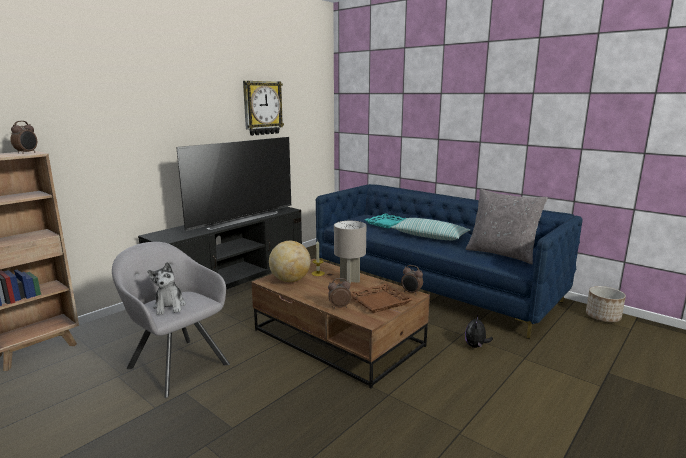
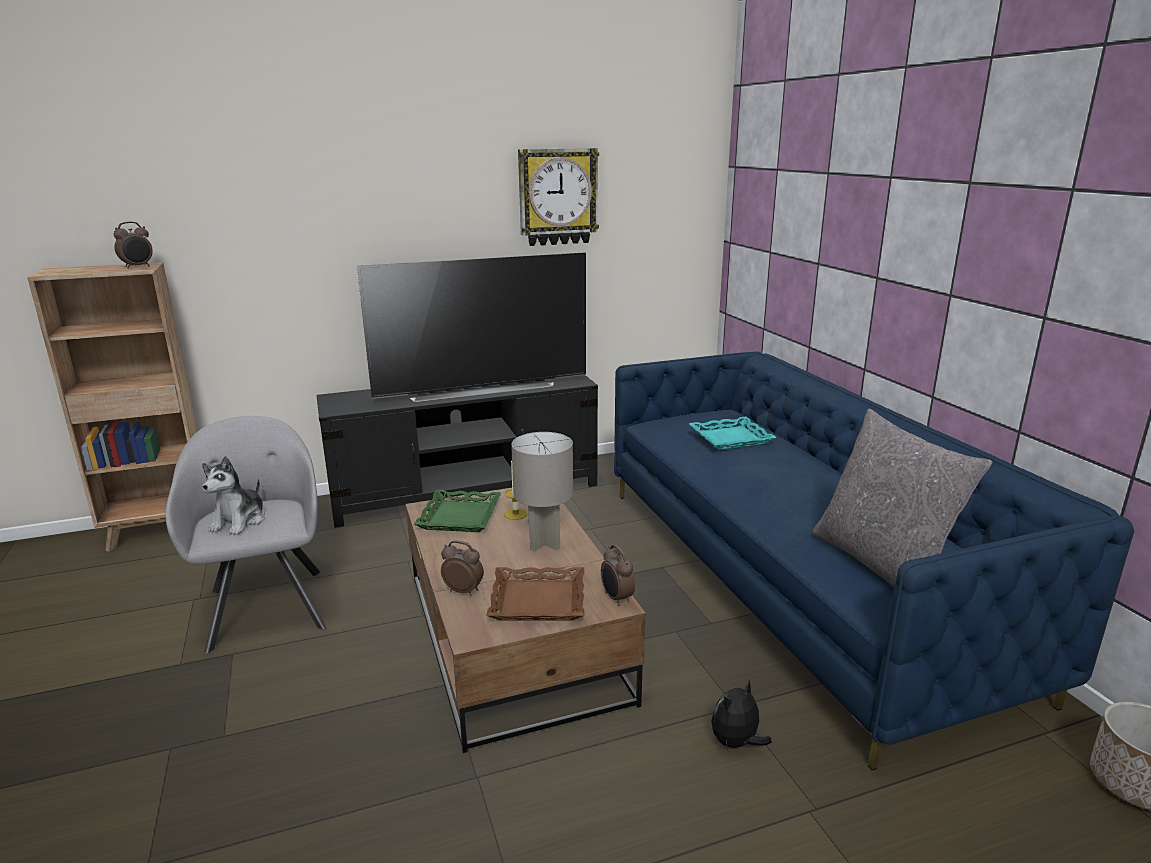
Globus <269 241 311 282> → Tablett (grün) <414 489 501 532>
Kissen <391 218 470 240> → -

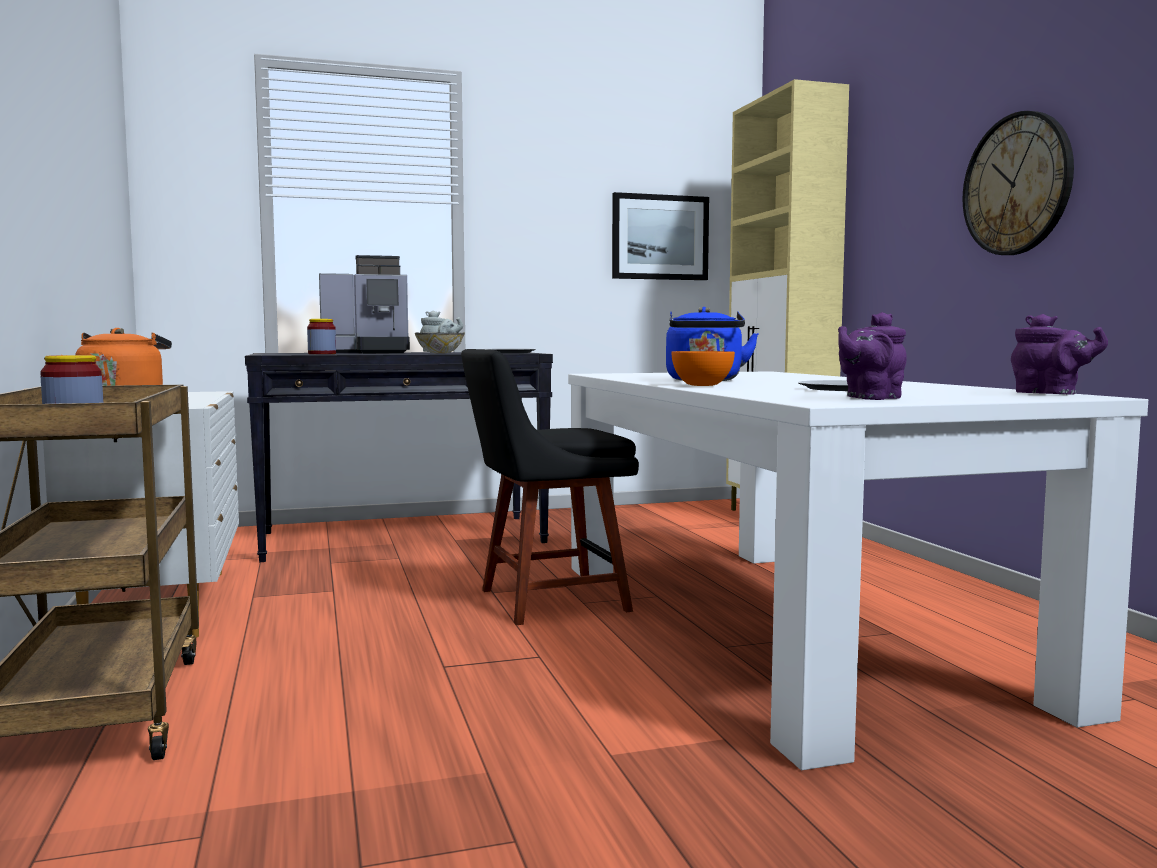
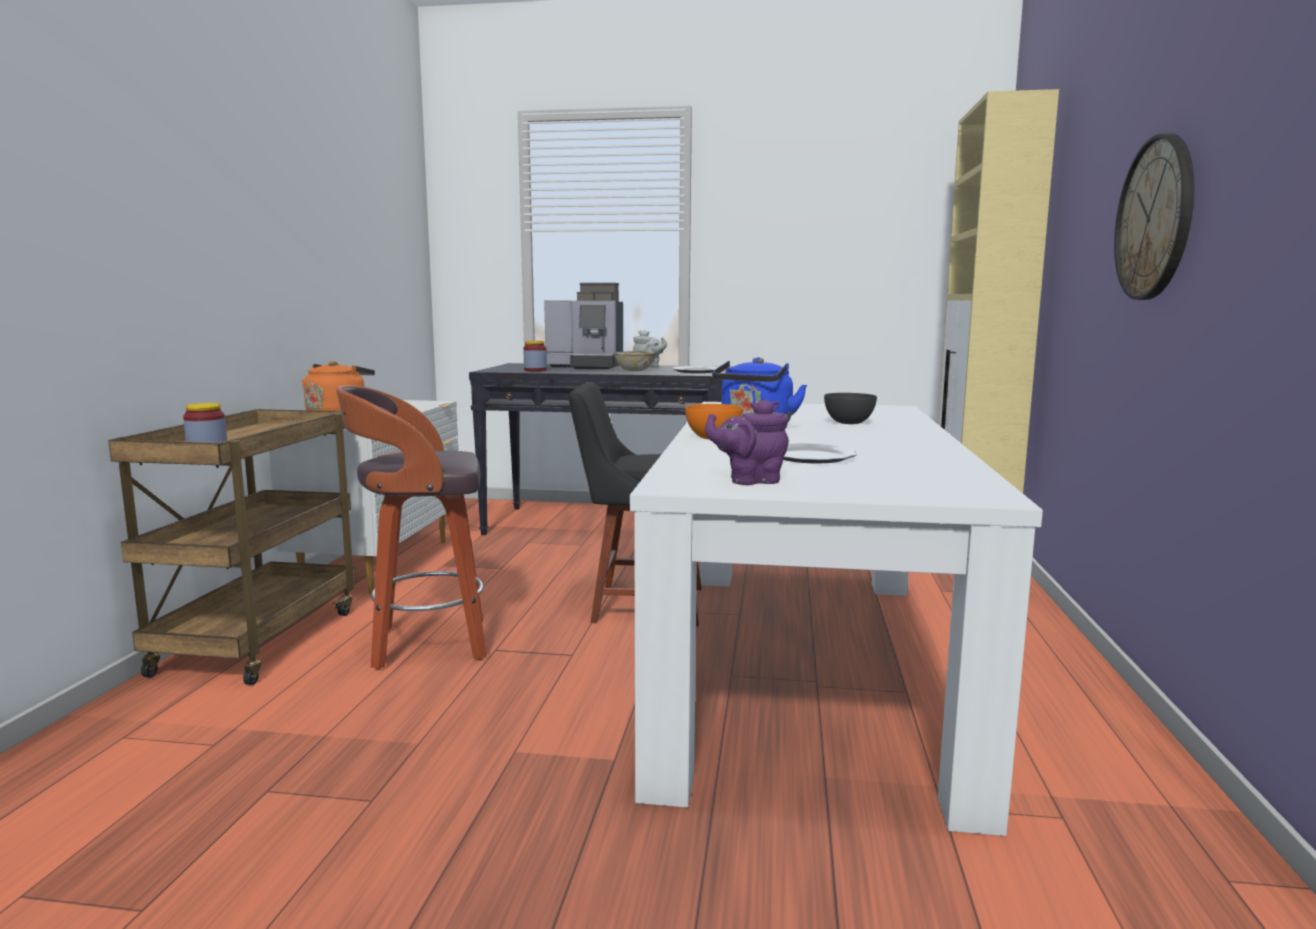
Bild <612 192 709 280> → -
Teekanne (lila) <1011 314 1108 394> → -
- → Hocker <336 385 487 670>
- → Schüssel (grau) <824 393 877 424>

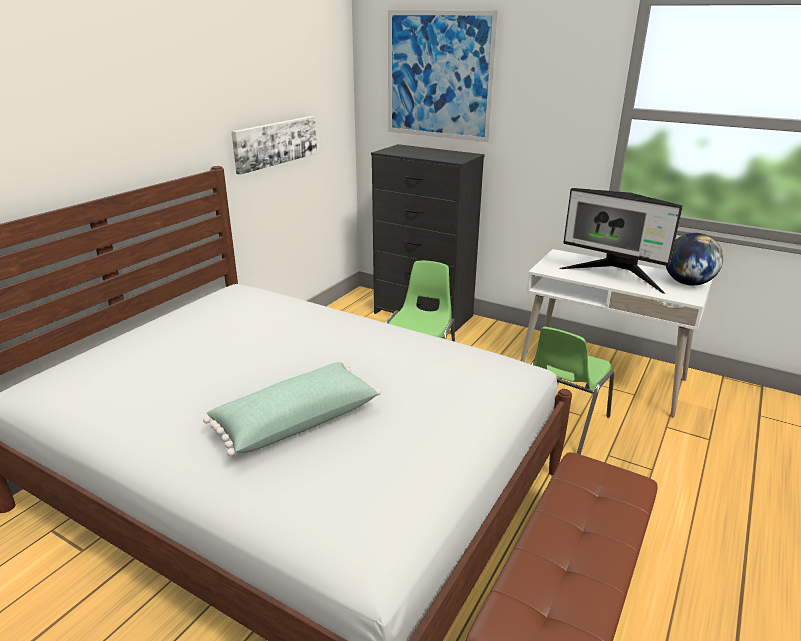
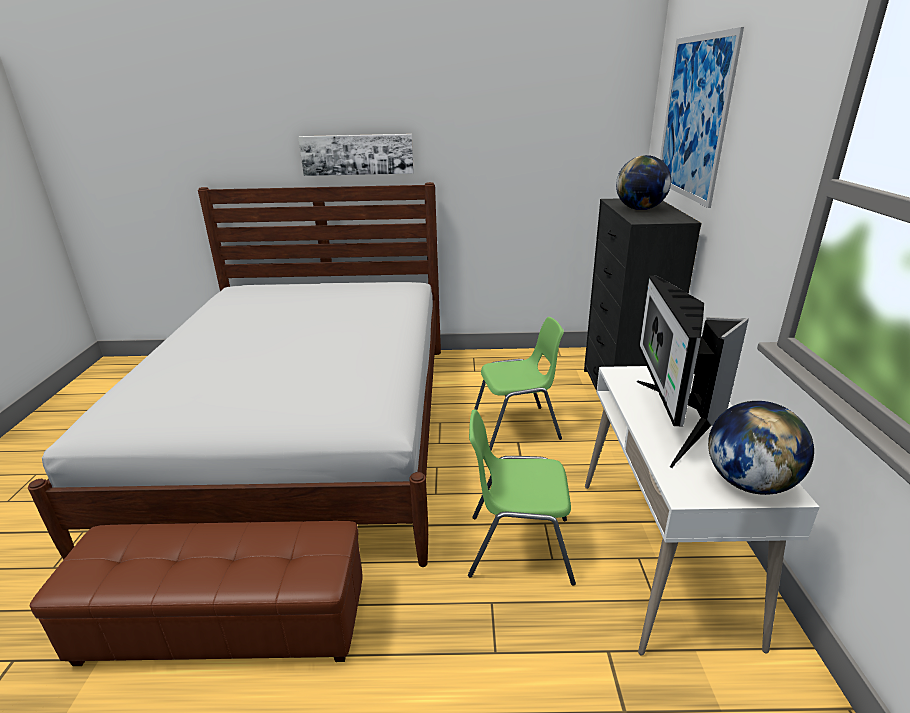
Kissen (grün) <203 362 381 456> → -
Bild <231 116 317 175> → Bild <298 134 414 176>, move
- → Globus <616 155 671 210>

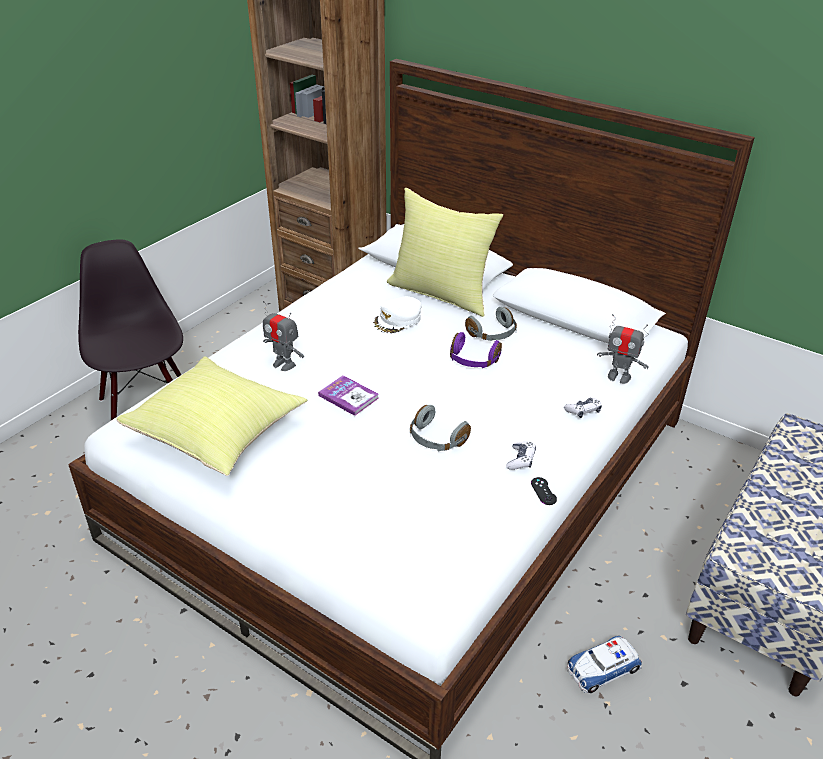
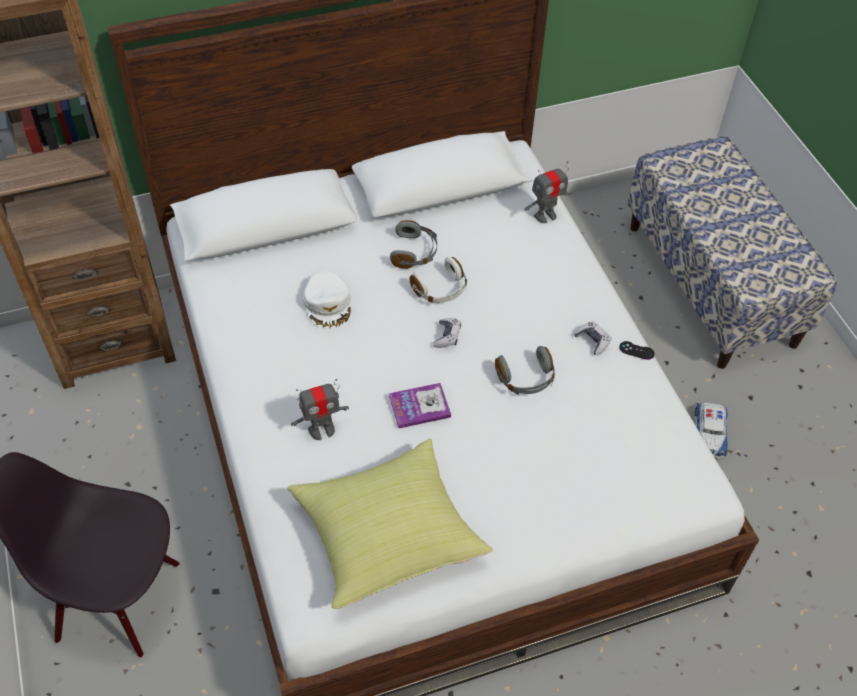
Kissen (gelb) <387 188 503 317> → -
Kopfhörer (lila) <450 332 502 368> → Kopfhörer (weiß) <410 257 467 304>
Gamepad <564 398 602 418> → Gamepad <433 318 461 348>, move

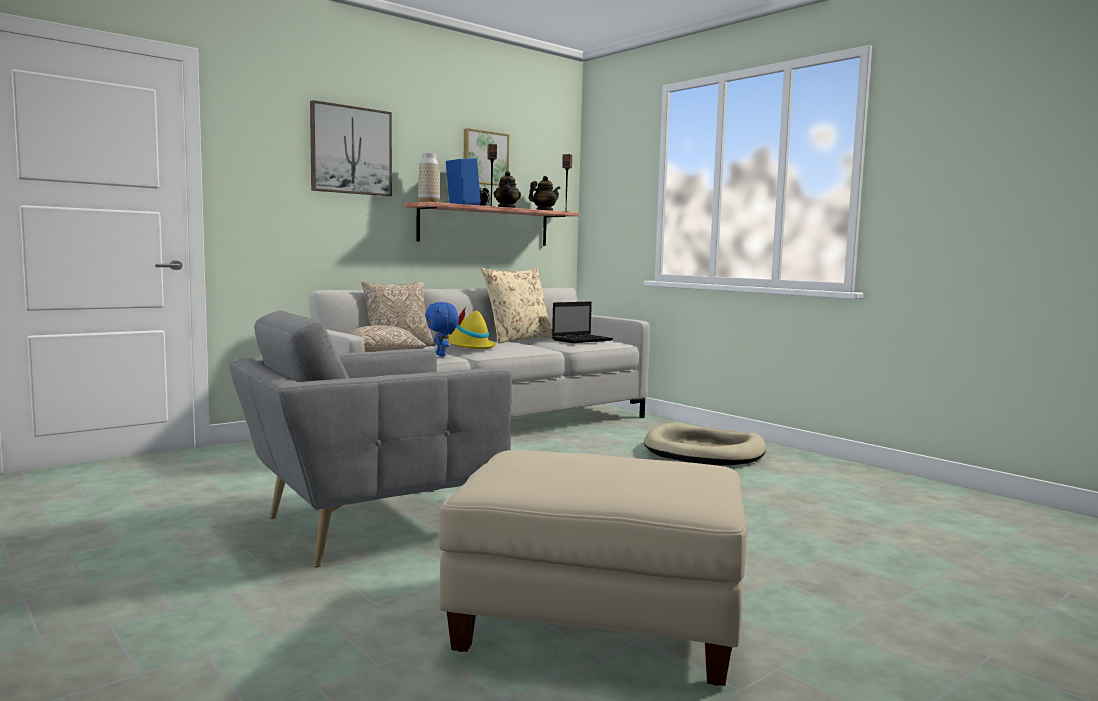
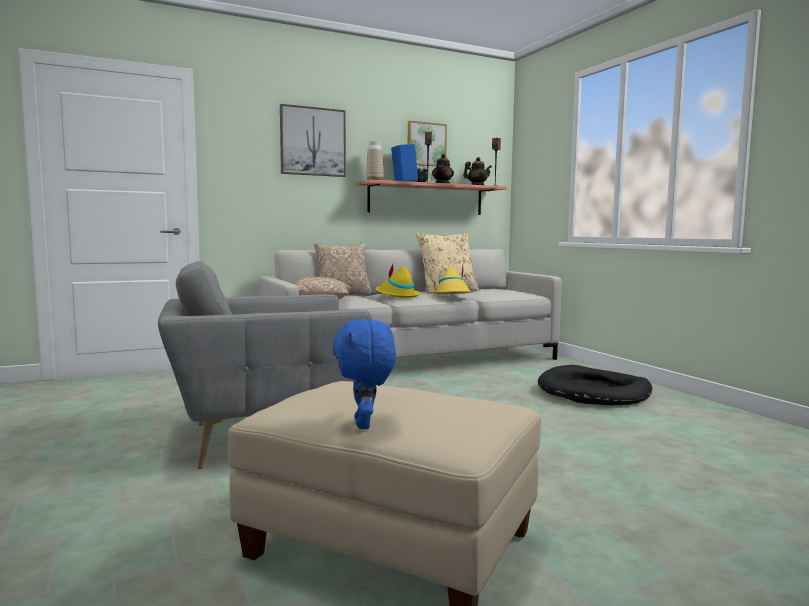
Plüschtier (blau) <425 302 459 357> → Plüschtier (blau) <333 319 396 429>, move
Laptop <552 301 613 343> → -
Hundebett (beige) <644 423 766 465> → Hundebett (schwarz) <538 365 652 405>
- → Hut (gelb) <431 266 473 294>

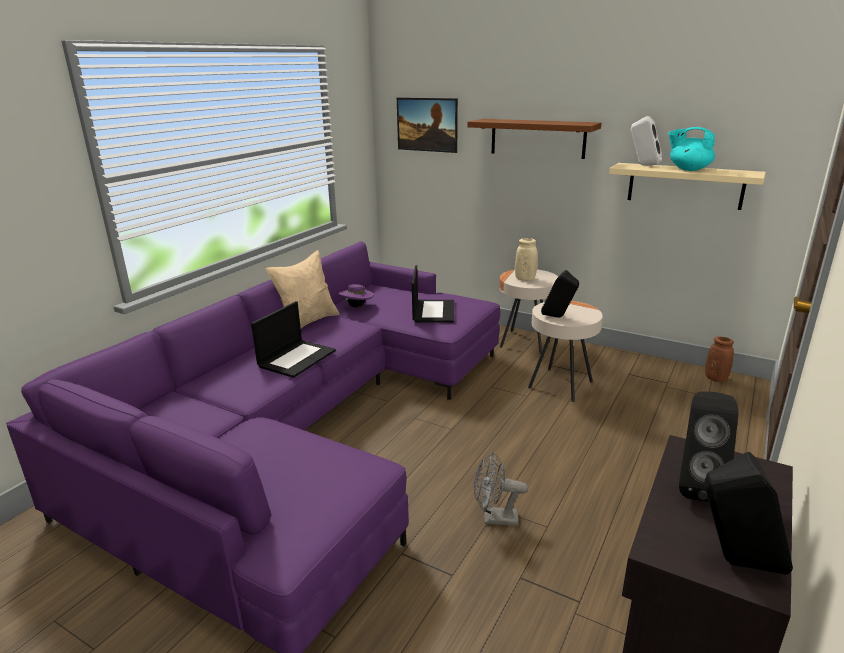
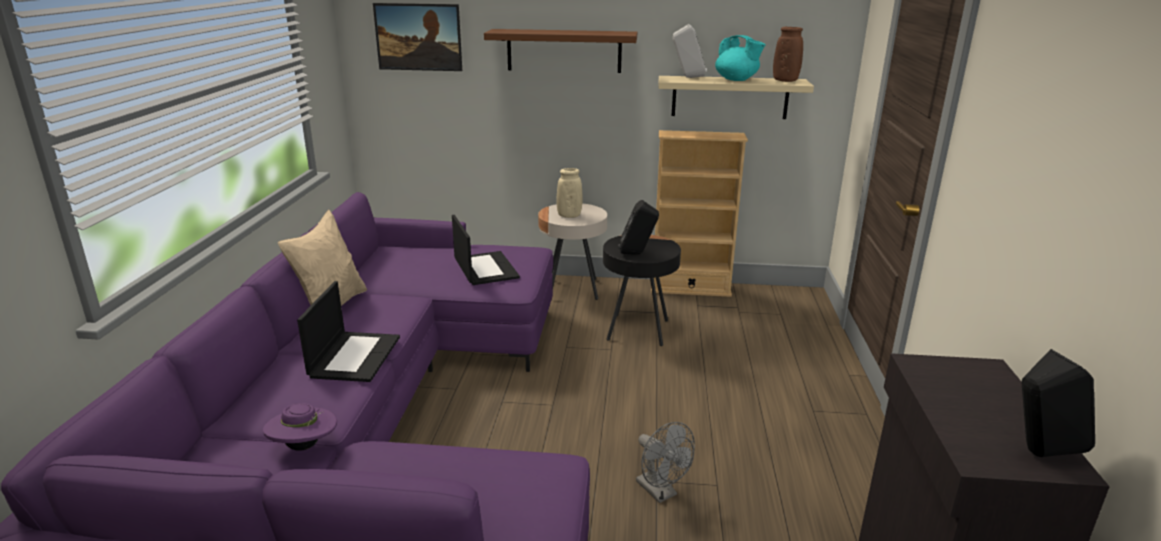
Hut (lila) <339 284 374 308> → Hut (lila) <263 403 337 451>, move
Ventilator (grau) <474 452 528 526> → Ventilator (grau) <636 422 695 503>, 105 degrees counterclockwise
Beistelltisch (beige) <528 301 603 402> → Beistelltisch (schwarz) <603 235 681 346>
Teekanne (türkis) <668 127 715 171> → Teekanne (türkis) <715 35 766 81>, 135 degrees counterclockwise
Lautsprecher (schwarz) <679 391 738 502> → -
Vase (braun) <705 336 734 382> → Vase (braun) <773 27 803 82>, move
- → Bücherregal (beige) <651 130 748 297>

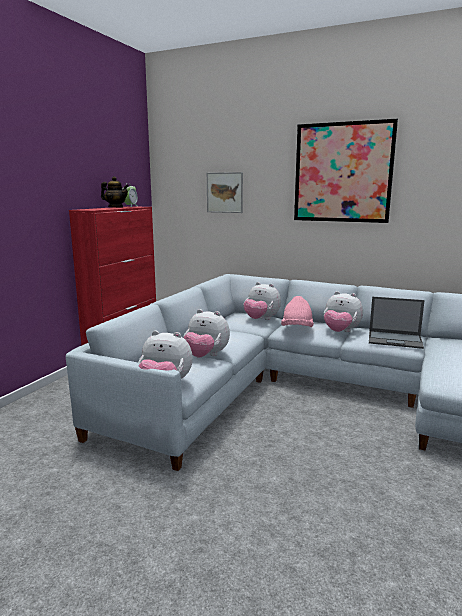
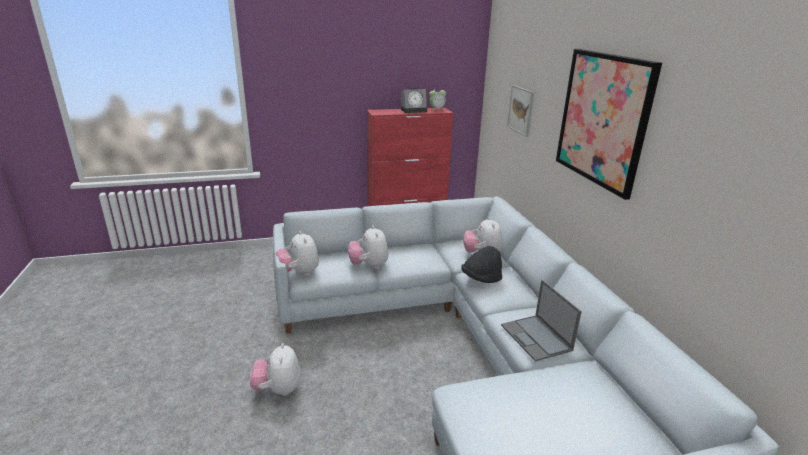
Teekanne <101 176 129 208> → Wecker <401 88 427 113>
Hut (rosa) <281 296 314 327> → Hut (schwarz) <461 246 502 283>
Plüschtier <324 291 363 332> → Plüschtier <250 343 301 396>, move

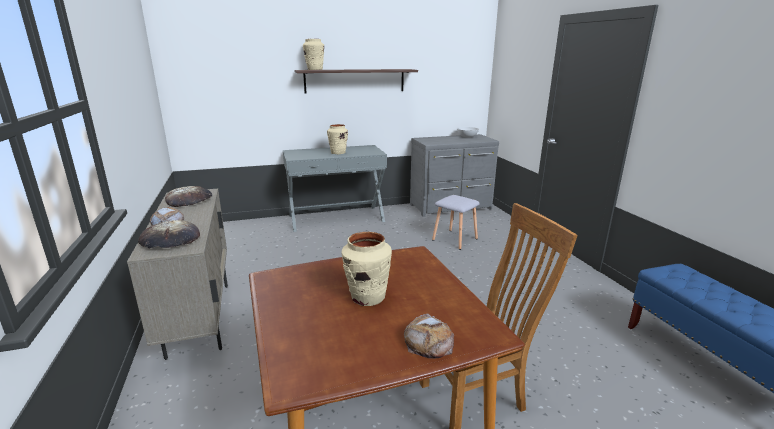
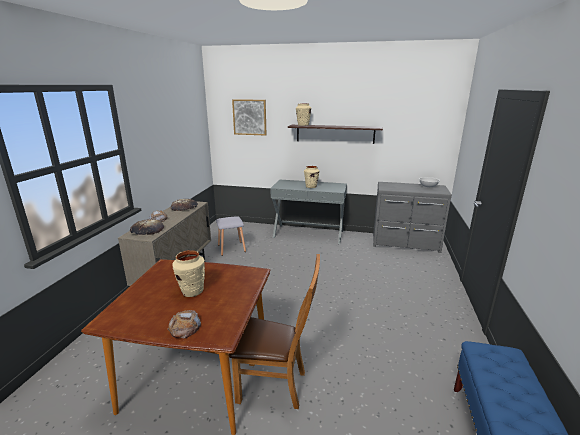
Hocker (grau) <432 195 480 250> → Hocker (grau) <216 216 246 256>, move
- → Bild <232 99 266 136>

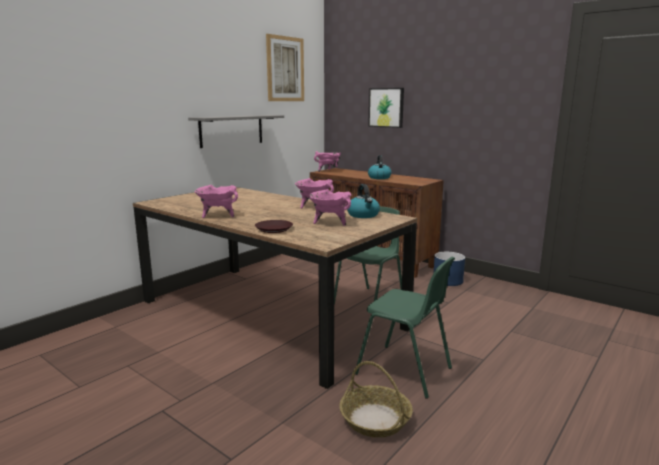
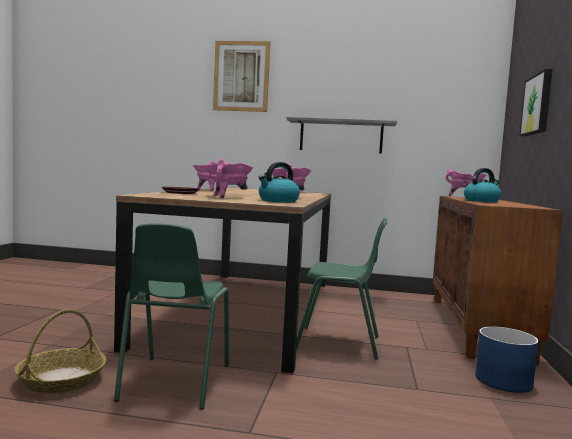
Bild <266 34 304 101> → Bild <213 41 271 112>, move

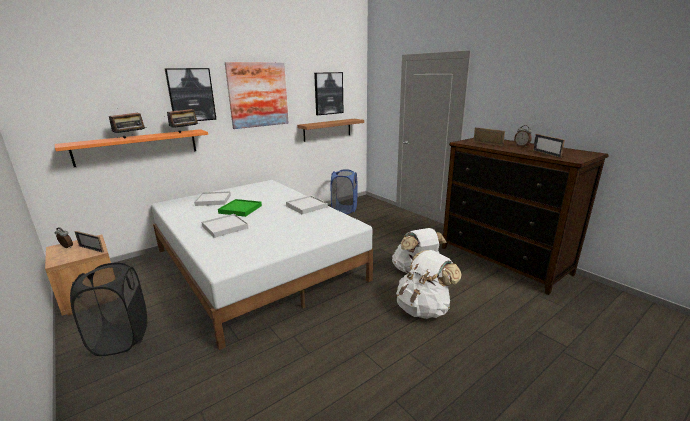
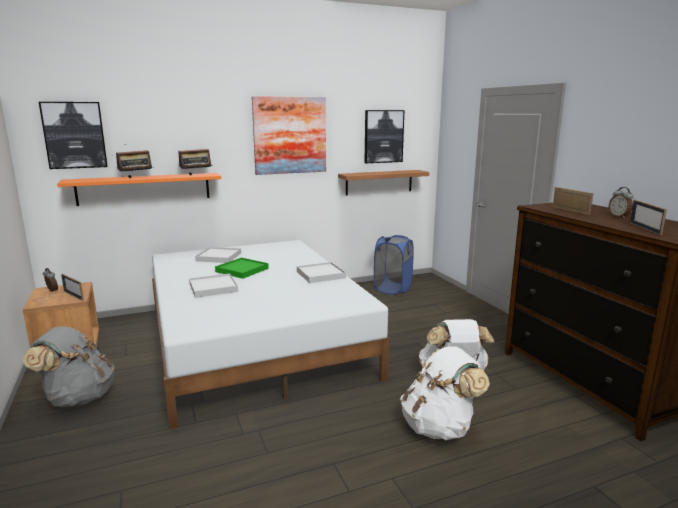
Wäschekorb (schwarz) <70 263 147 356> → Rucksack (grau) <23 326 115 407>
Bild <165 68 217 121> → Bild <39 102 108 169>, move

